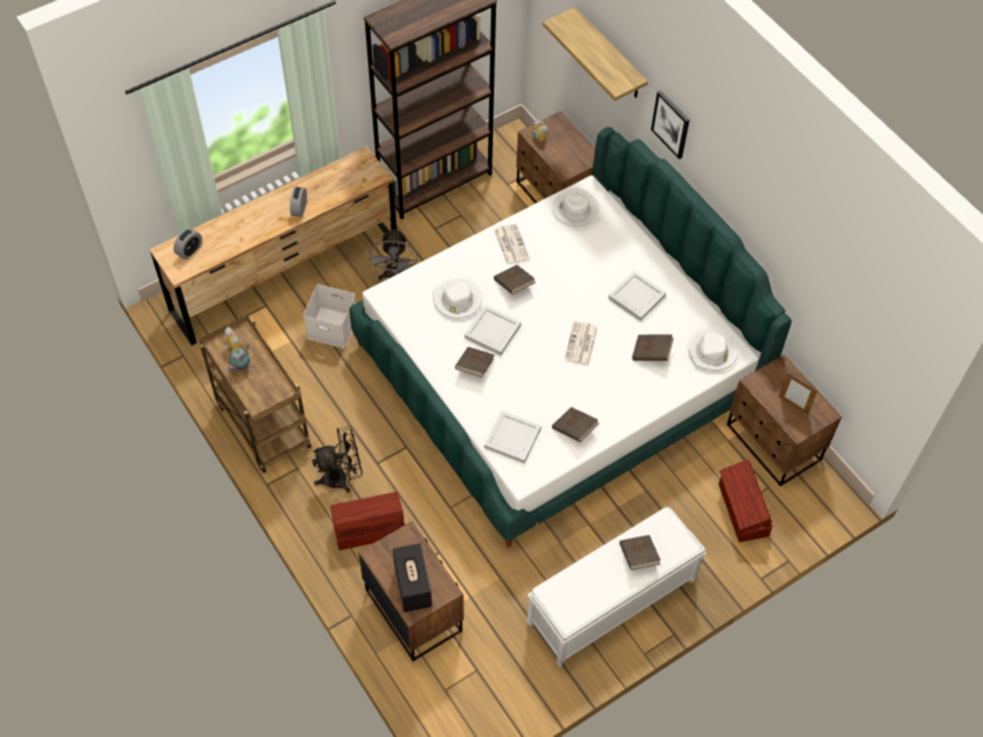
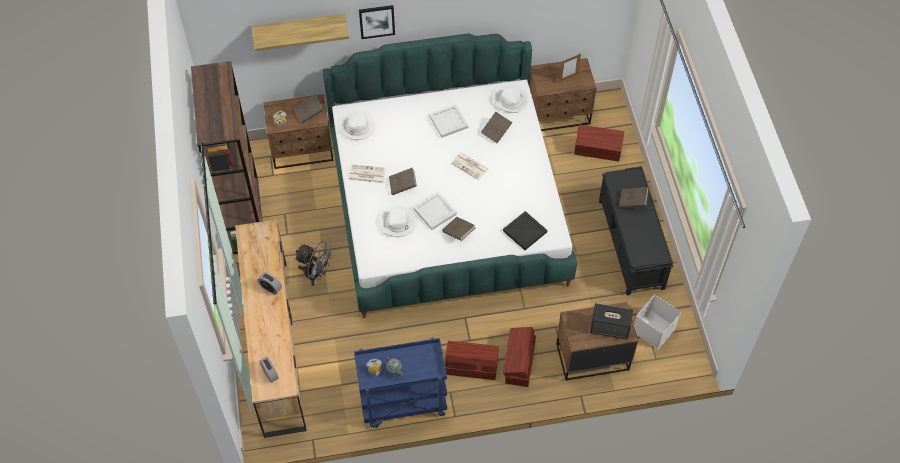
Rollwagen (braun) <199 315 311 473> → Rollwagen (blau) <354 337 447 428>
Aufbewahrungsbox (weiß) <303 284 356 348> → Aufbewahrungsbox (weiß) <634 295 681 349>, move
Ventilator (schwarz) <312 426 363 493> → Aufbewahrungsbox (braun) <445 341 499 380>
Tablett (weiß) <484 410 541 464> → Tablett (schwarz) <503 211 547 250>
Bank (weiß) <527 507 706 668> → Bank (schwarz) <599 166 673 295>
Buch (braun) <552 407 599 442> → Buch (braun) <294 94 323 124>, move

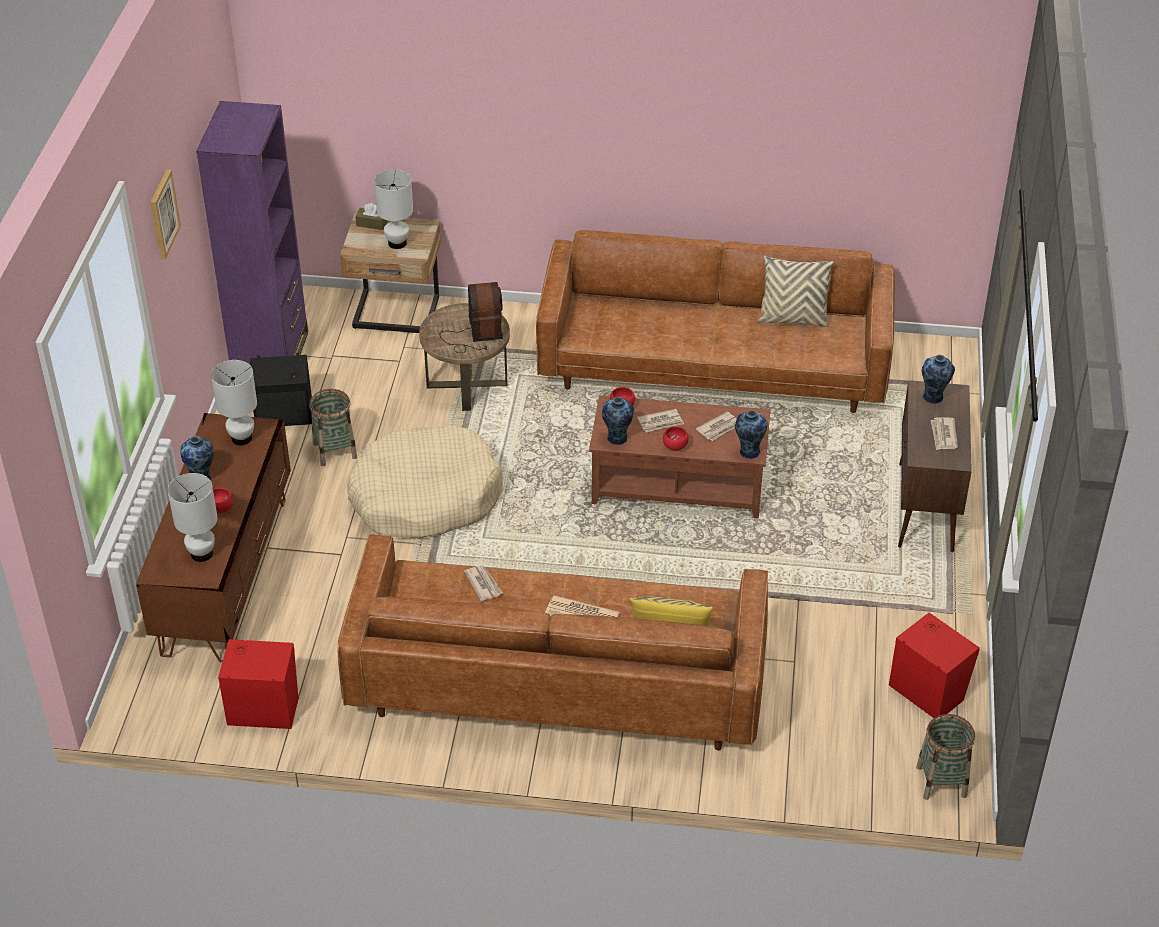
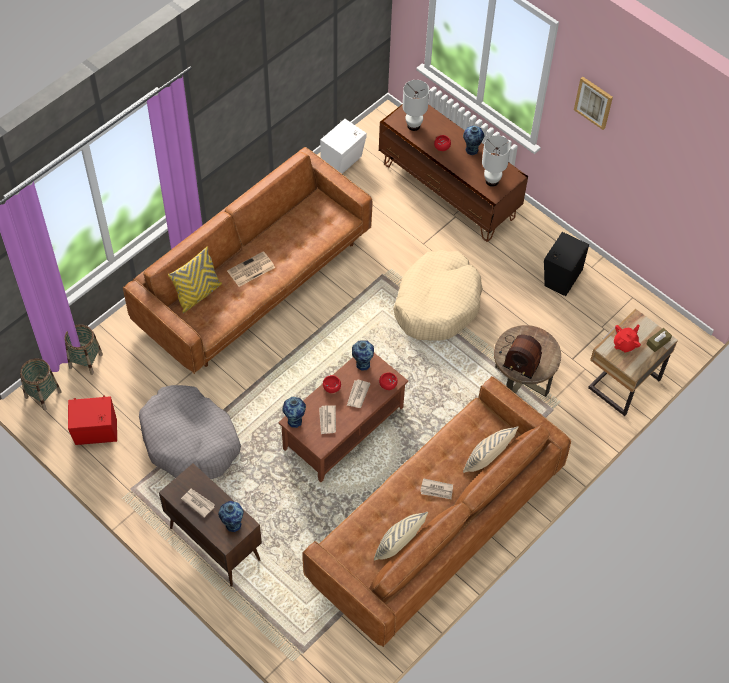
Bücherregal (lila) <196 101 308 365> → -
Lautsprecher (rot) <218 639 298 729> → Lautsprecher (weiß) <320 119 367 174>
Korb <309 389 357 466> → Korb <65 324 103 375>, move
Tischlampe (weiß) <374 169 413 249> → Teekanne (rot) <614 324 641 353>
Zeitung <464 565 503 601> → Zeitung <420 478 453 499>, move
- → Hundebett (grau) <139 385 241 479>
- → Kissen (beige) <463 426 519 473>

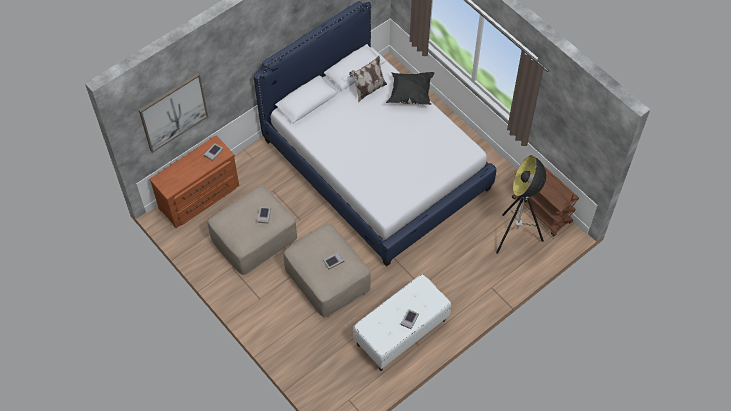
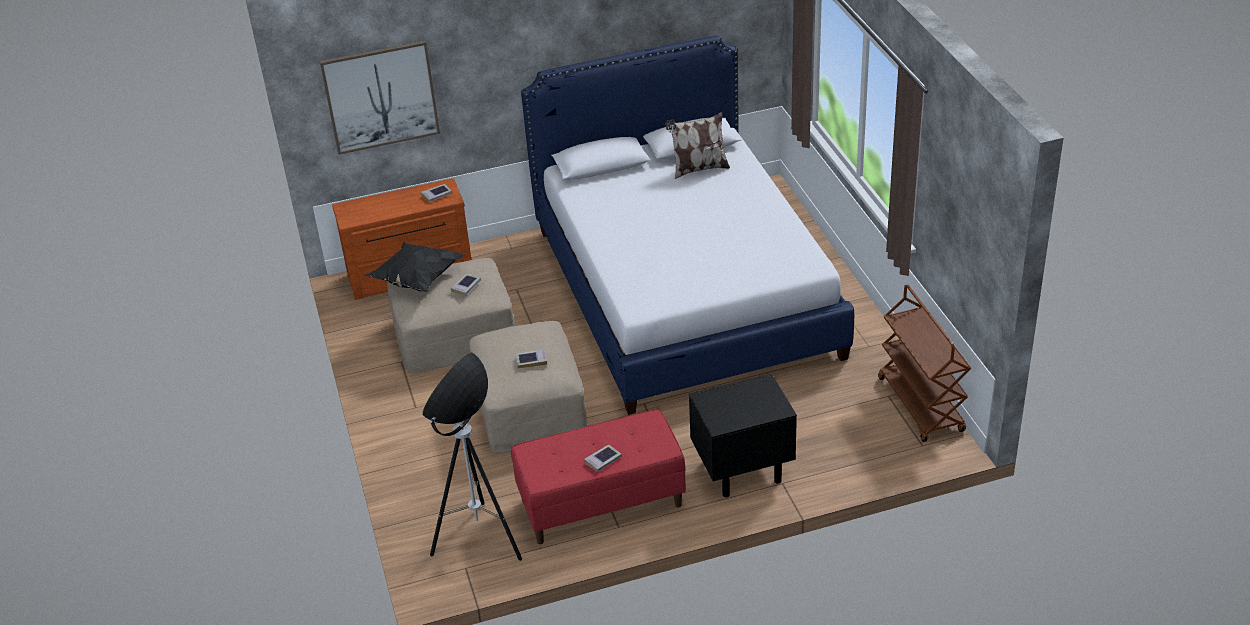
Bank (weiß) <353 274 451 371> → Bank (rot) <511 409 686 544>
Kissen (schwarz) <386 72 435 105> → Kissen (schwarz) <364 242 465 292>, move
Stehlampe <496 156 546 254> → Stehlampe <422 352 522 561>, move
- → Nachttisch (schwarz) <689 373 797 497>

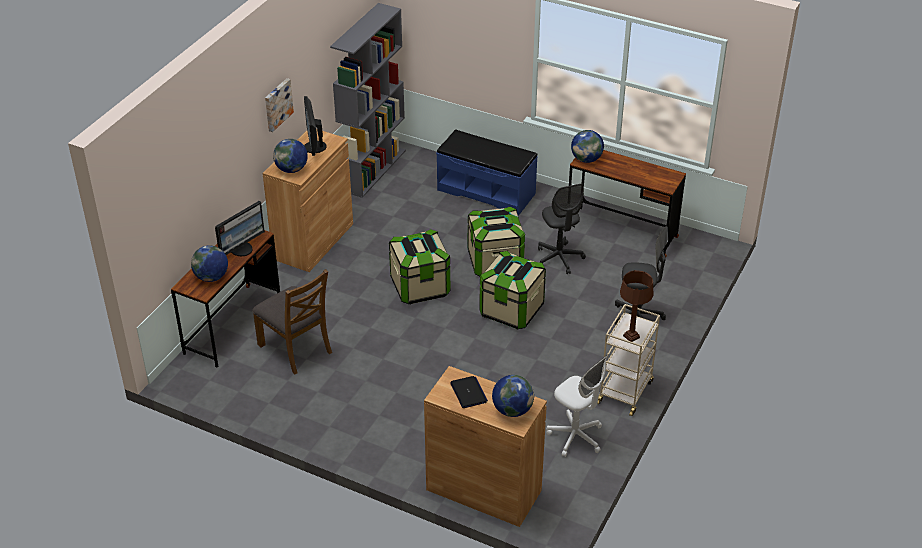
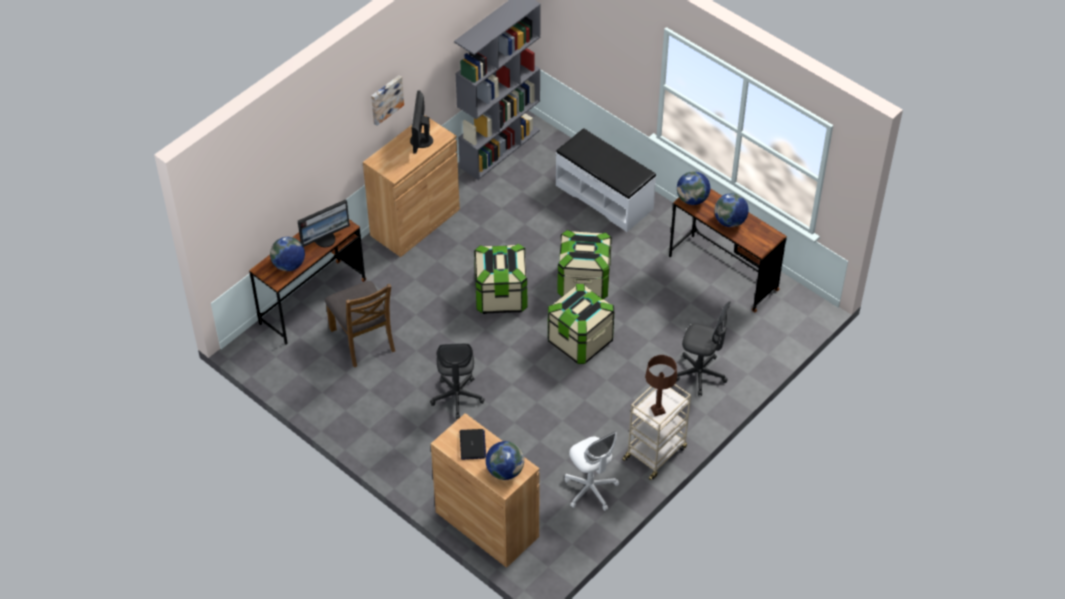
Globus <273 139 308 173> → Globus <714 193 749 227>, move
Bank (blau) <436 129 538 215> → Bank (weiß) <556 128 656 232>
Bürostuhl (grau) <538 183 586 274> → Bürostuhl (grau) <430 343 485 419>, move

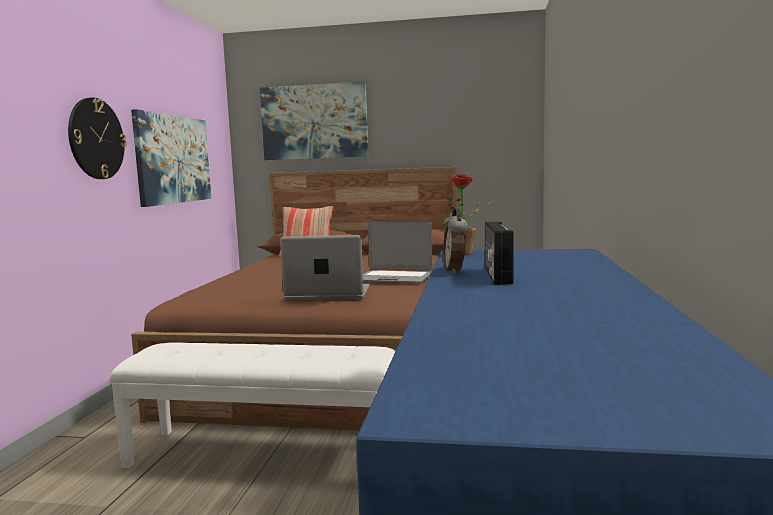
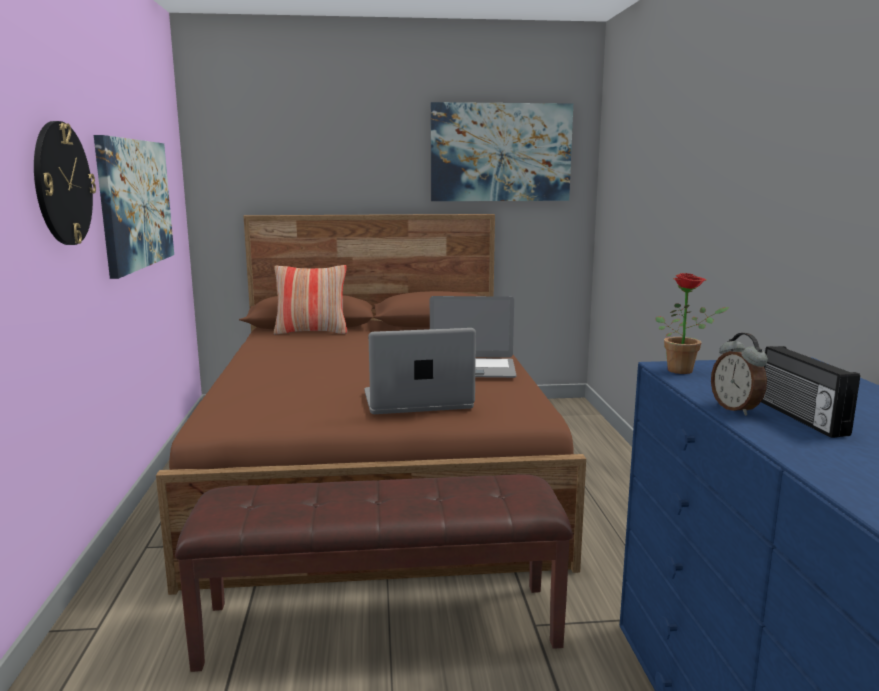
Bank (weiß) <109 343 396 468> → Bank (braun) <175 474 573 672>
Bild <260 82 369 160> → Bild <431 102 573 201>, move

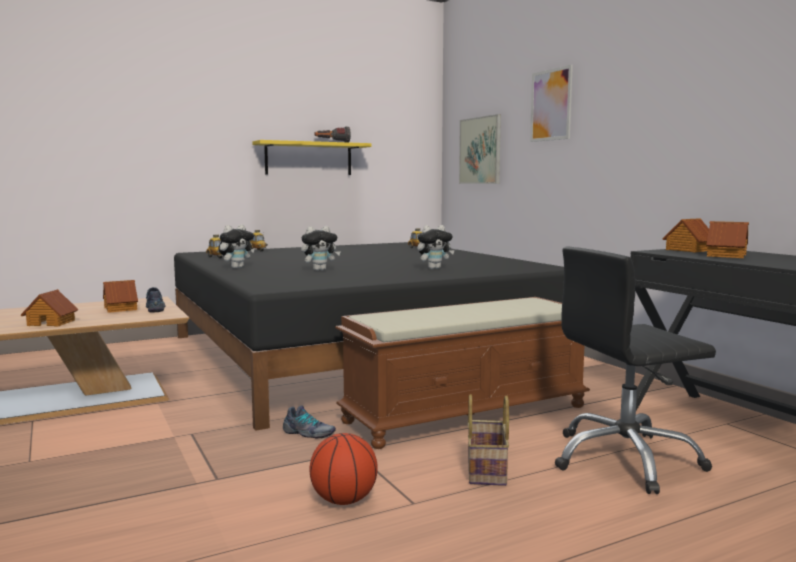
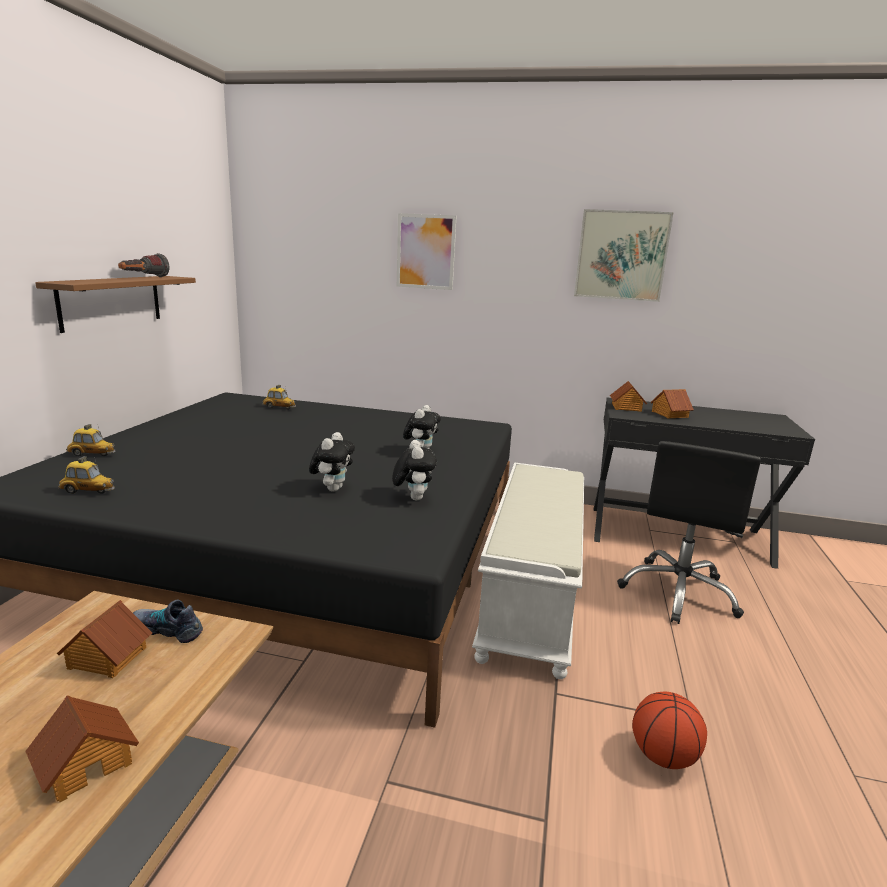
Plüschtier <218 225 254 269> → Plüschtier <392 440 437 501>, move
Wandregal (gelb) <252 140 372 175> → Wandregal (braun) <35 276 196 333>
Schuh <283 405 336 439> → -
Bank (braun) <335 297 590 449> → Bank (weiß) <472 462 584 679>
Bild <459 114 501 184> → Bild <574 209 674 302>, move
Korb <468 394 509 486> → -

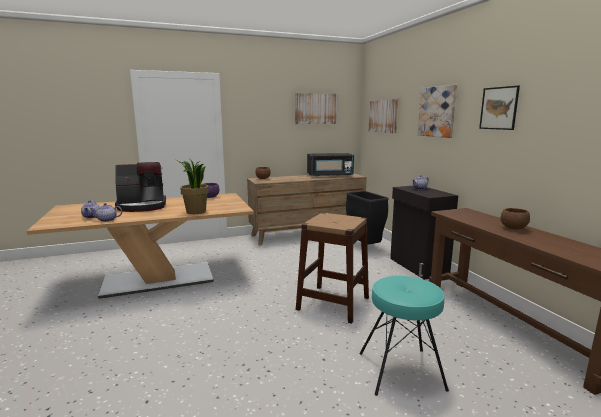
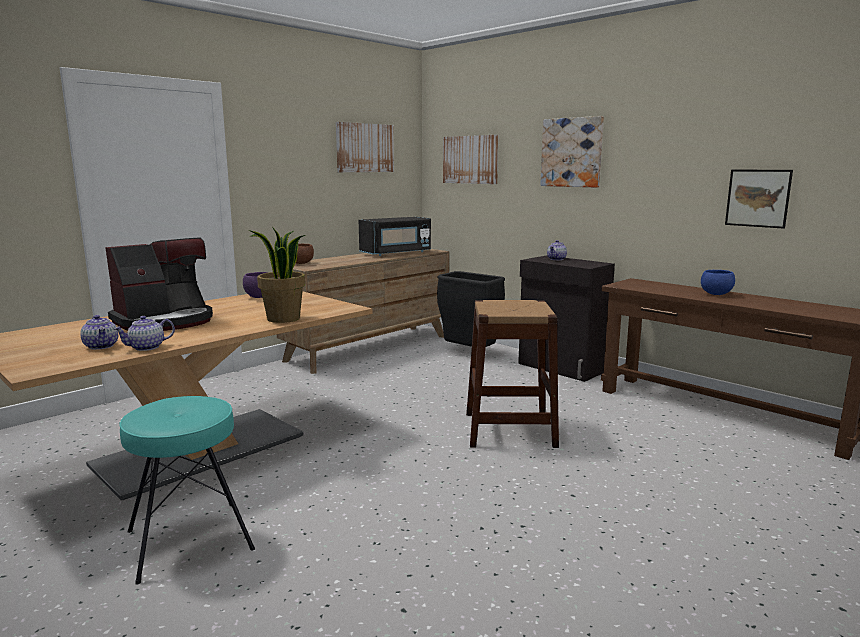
Hocker (türkis) <359 276 449 396> → Hocker (türkis) <119 396 255 585>, move
Bild <479 85 520 130> → Bild <725 170 793 229>, move
Schüssel (braun) <500 208 530 230> → Schüssel (blau) <701 270 735 295>

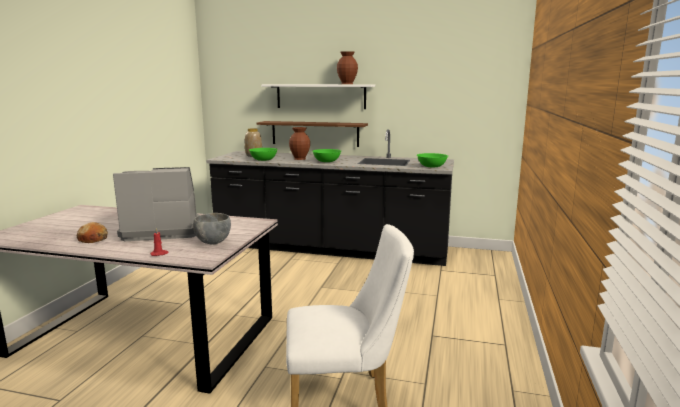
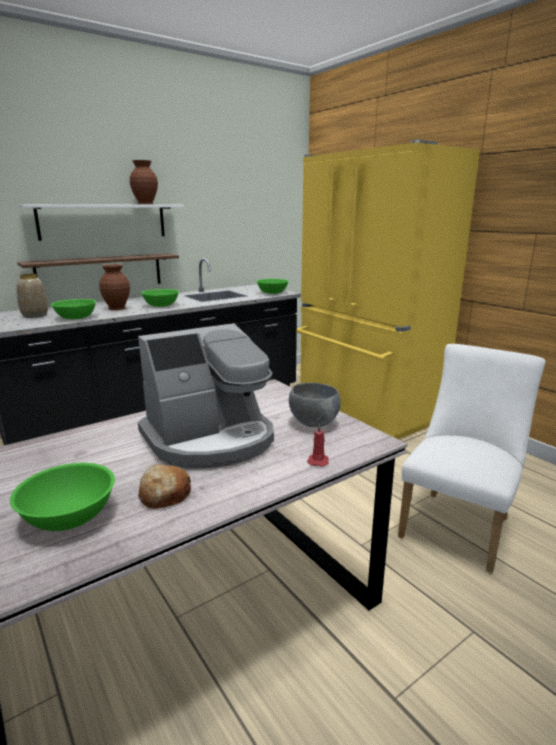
Kaffeemaschine <113 167 199 241> → Kaffeemaschine <138 323 274 468>, 150 degrees counterclockwise
- → Schüssel (grün) <10 463 115 531>
- → Kühlschrank (gelb) <296 140 480 439>

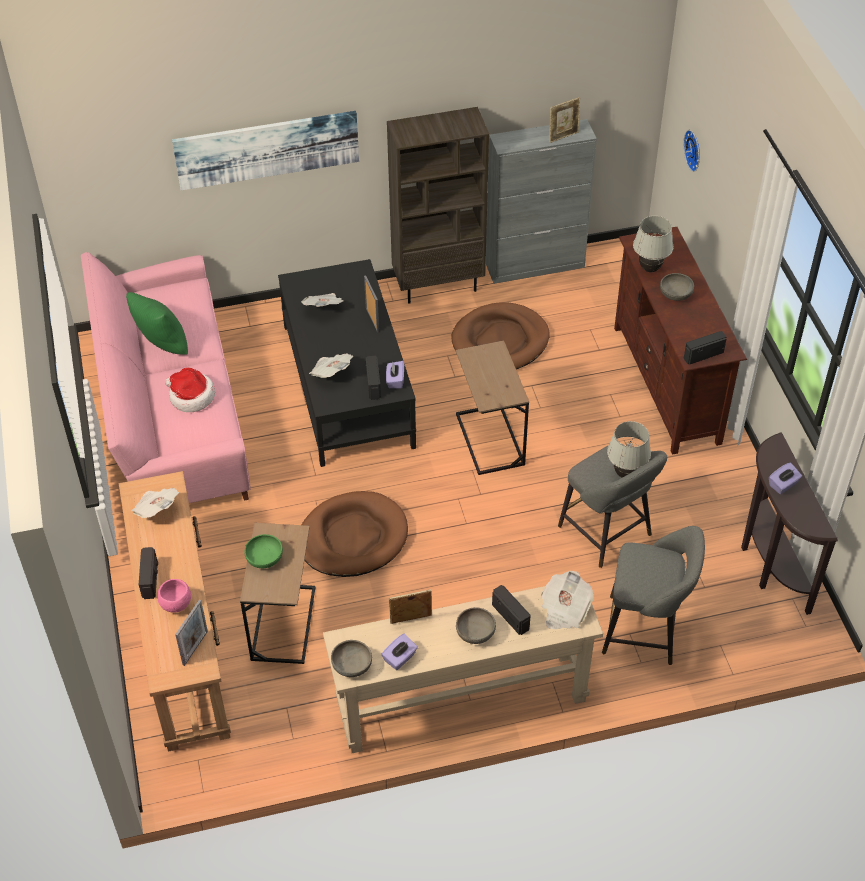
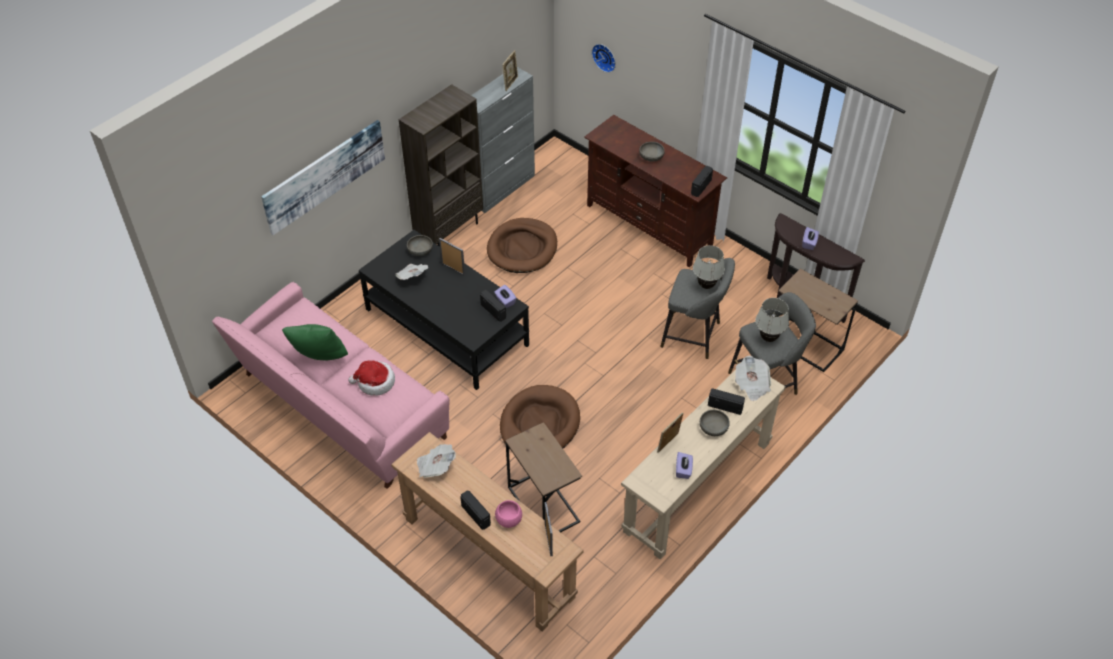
Schüssel (grün) <244 534 283 568> → -
Zeitung <309 353 353 378> → -
Schüssel (grau) <331 640 372 677> → Schüssel (grau) <407 235 433 256>, move
Beistelltisch (braun) <456 341 529 475> → Beistelltisch (braun) <778 268 858 372>, move
Tischlampe (weiß) <633 216 674 272> → Tischlampe (weiß) <755 298 789 342>, move

